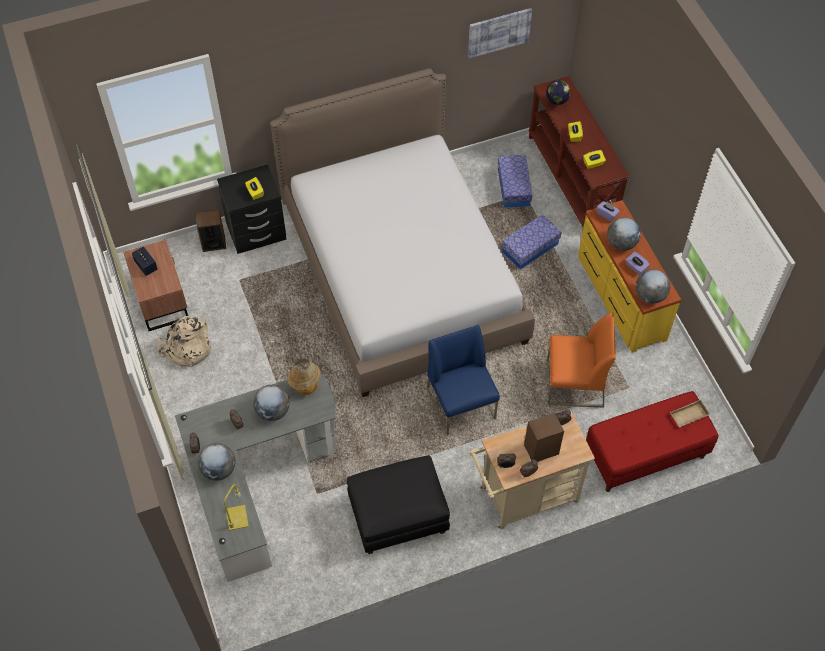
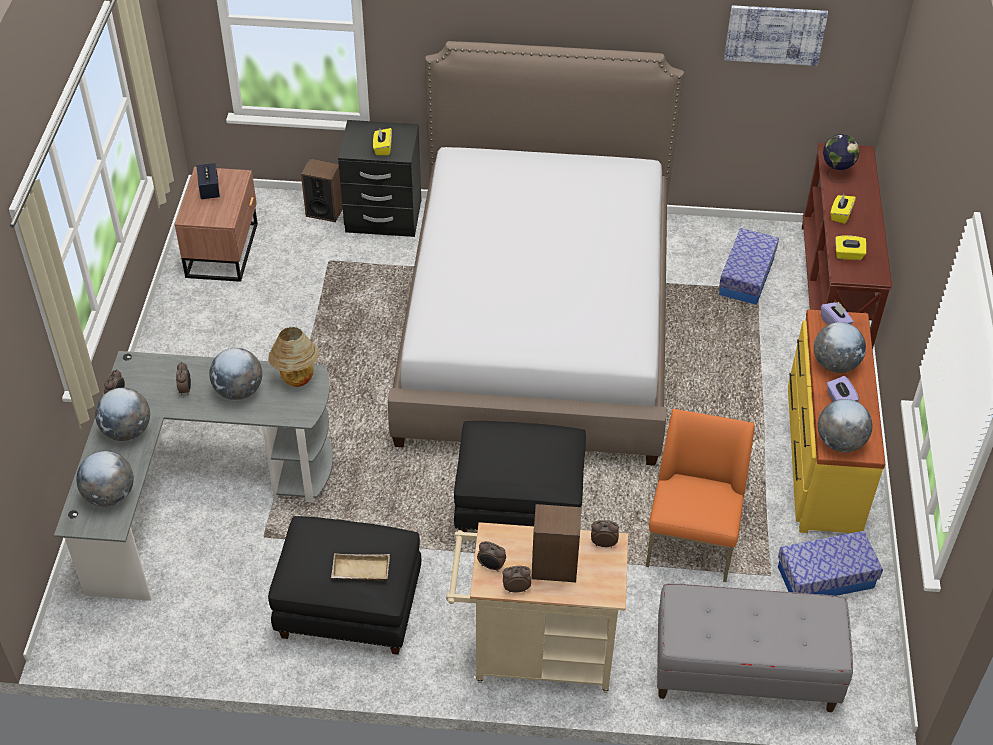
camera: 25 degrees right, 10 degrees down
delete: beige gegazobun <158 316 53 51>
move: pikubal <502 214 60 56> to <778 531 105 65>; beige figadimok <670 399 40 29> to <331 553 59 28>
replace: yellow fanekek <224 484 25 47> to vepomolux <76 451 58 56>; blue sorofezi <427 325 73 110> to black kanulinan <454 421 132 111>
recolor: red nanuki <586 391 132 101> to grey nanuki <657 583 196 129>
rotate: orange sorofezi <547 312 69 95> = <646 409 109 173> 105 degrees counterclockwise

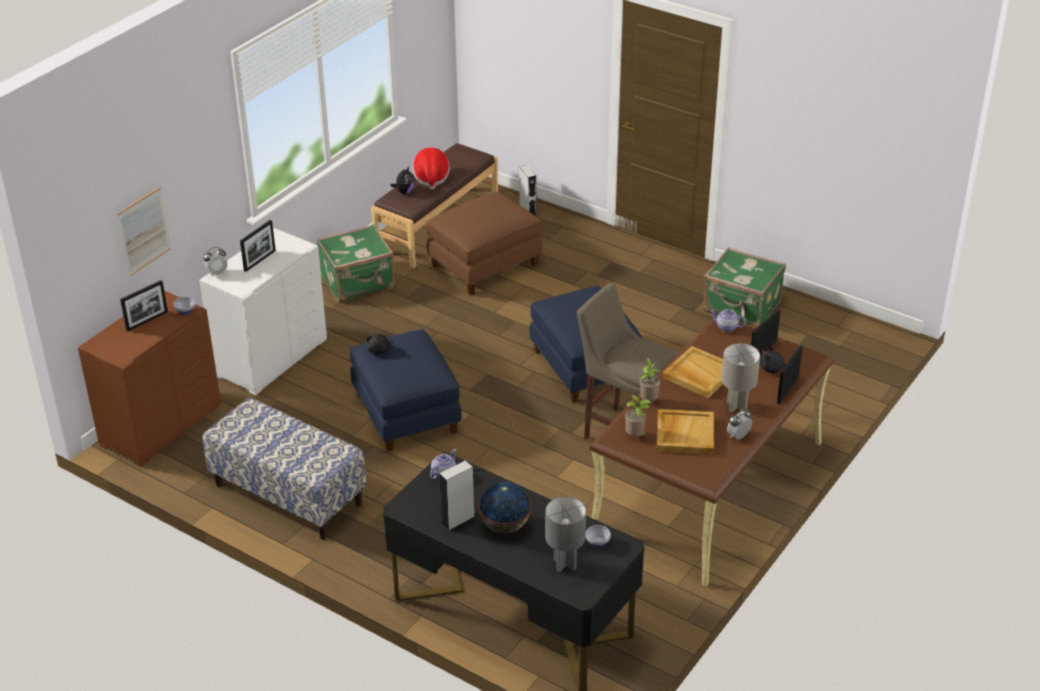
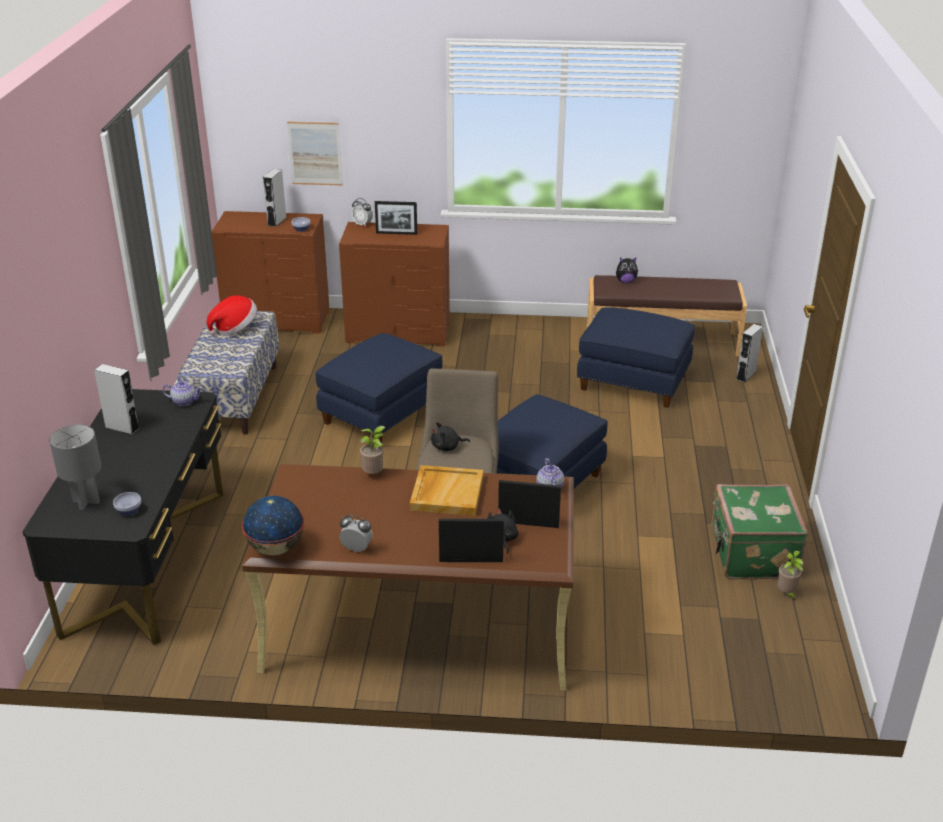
camera: 60 degrees right, 5 degrees down
delete: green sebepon <316 224 79 77>; beige figadimok <657 409 57 45>; grey fanekek <721 343 39 70>
move: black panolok <366 334 25 20> to <431 422 39 29>; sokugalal <413 148 37 42> to <207 295 50 41>; vepomolux <478 482 53 51> to <242 496 62 59>; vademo <625 396 26 41> to <777 551 26 49>
replace: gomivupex <120 280 48 51> to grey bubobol <263 169 24 58>
recolor: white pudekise <199 228 128 167> to brown pudekise <339 222 111 125>; brown kanulinan <427 191 116 104> to blue kanulinan <577 307 118 101>

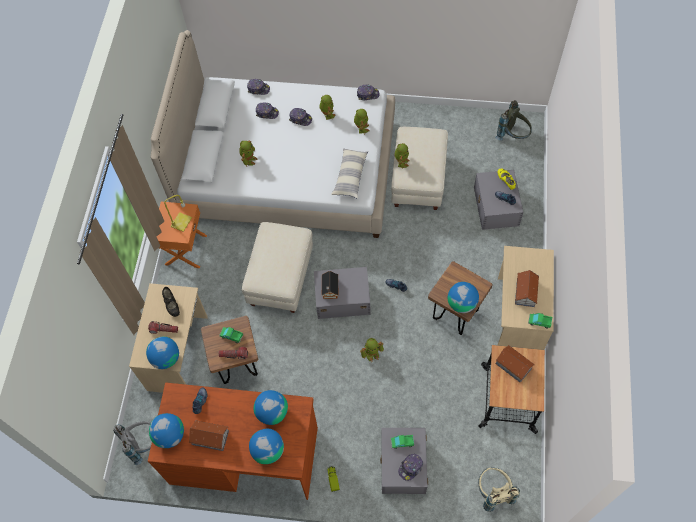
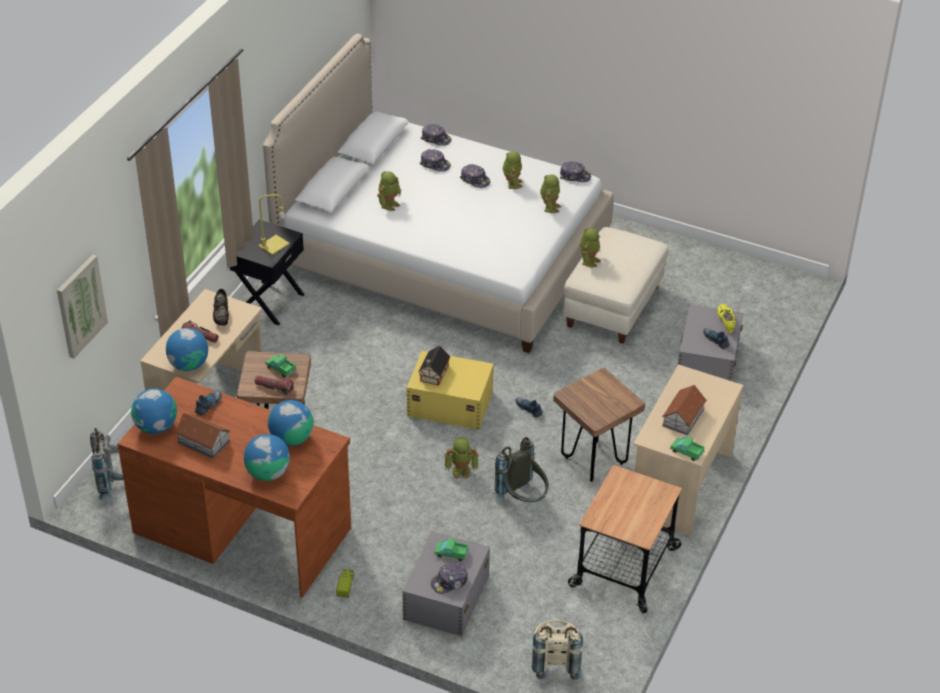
camera: 15 degrees right, 20 degrees down
delete: beige kanulinan <242 222 71 91>; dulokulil <331 148 37 51>; vepomolux <448 282 31 31>; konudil <496 345 39 38>
insert: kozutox <57 254 51 105>
move: grey gegazobun <495 100 37 41> to <493 437 56 65>
recolor: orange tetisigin <157 202 50 66> to black tetisigin <230 220 75 105>; grey pikubal <314 267 56 52> to yellow pikubal <407 351 86 79>

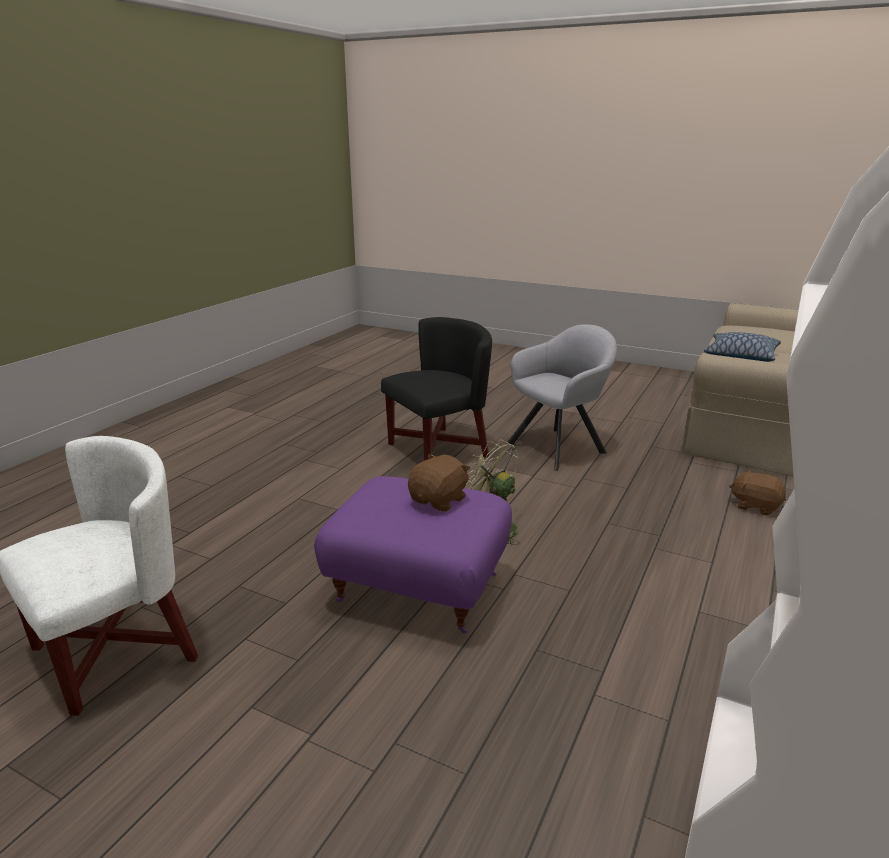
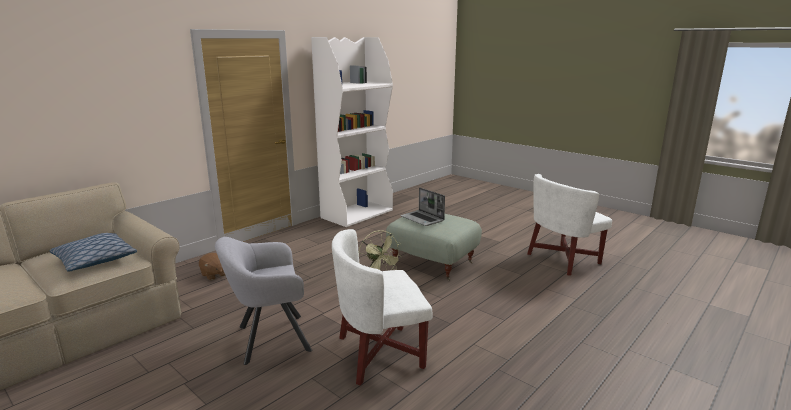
camera: 165 degrees left, 5 degrees down
replace: brown panolok <408 454 63 58> to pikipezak <400 188 45 38>
recolor: purple kanulinan <314 476 198 158> to grey kanulinan <386 210 96 71>; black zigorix <381 317 111 144> to white zigorix <332 229 101 157>

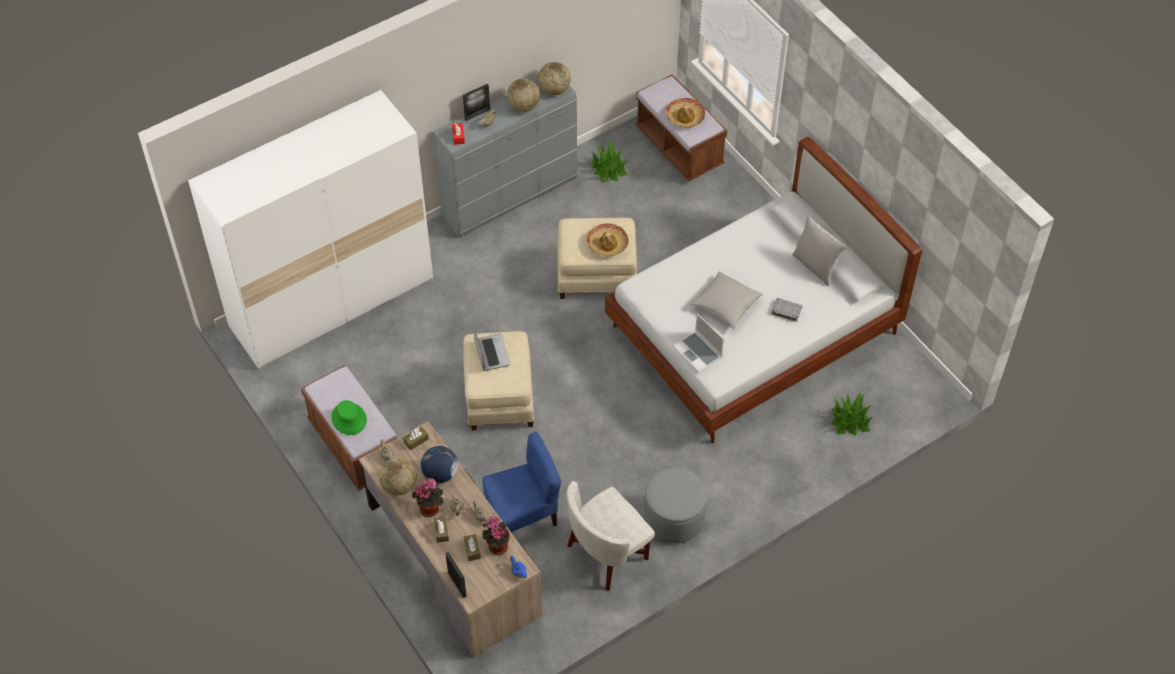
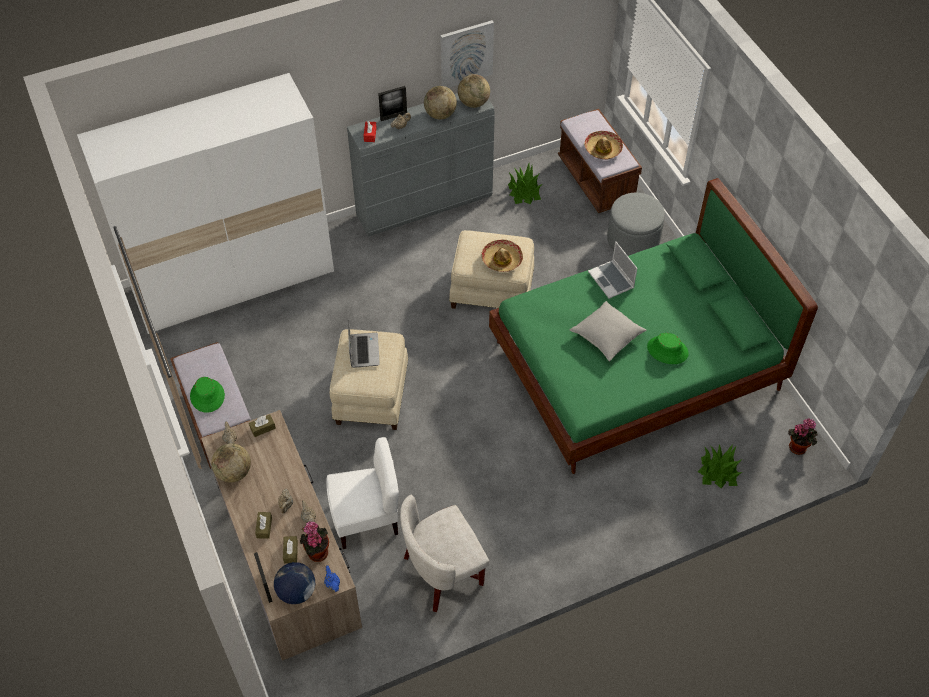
camera: 10 degrees right, 0 degrees up
delete: grey dulokulil <792 216 55 70>
insert: kozutox <440 20 54 68>
move: vademo <412 478 31 39> to <788 418 30 37>; vepomolux <421 446 37 37> to <274 562 41 42>; grey kanulinan <644 468 63 76> to <607 193 58 63>; pikipezak <673 313 51 60> to <588 241 49 58>
replace: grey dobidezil <771 298 32 24> to green sokugalal <647 333 42 31>
recolor: blue sorofezi <482 432 79 100> to white sorofezi <327 437 72 112>; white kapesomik <605 137 317 306> to green kapesomik <489 178 329 296>

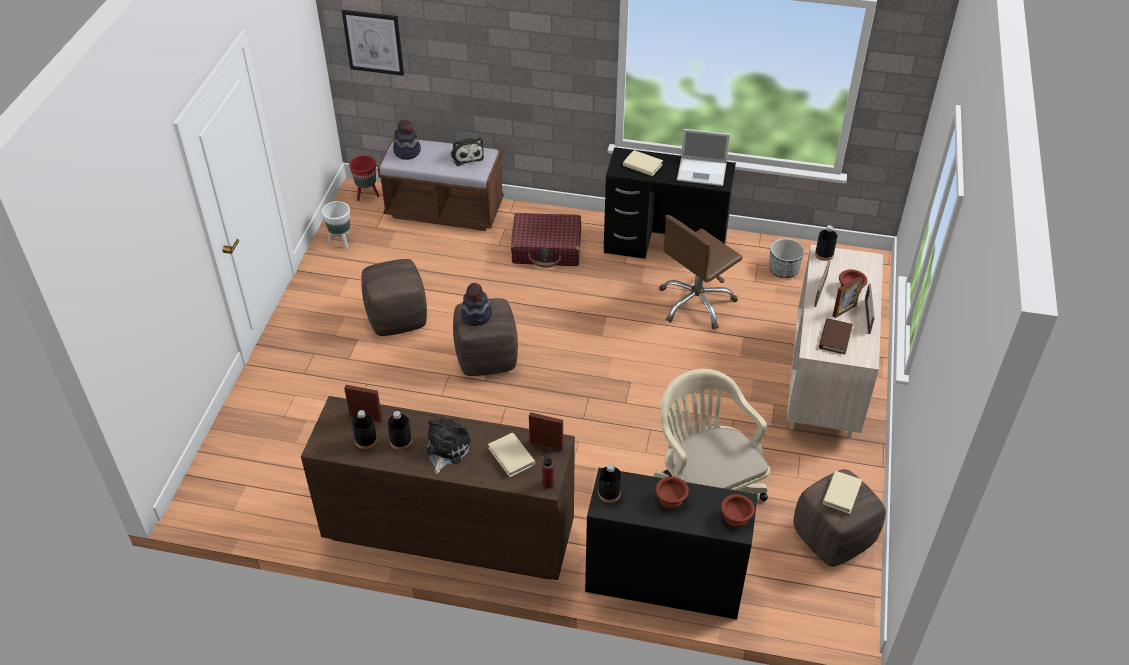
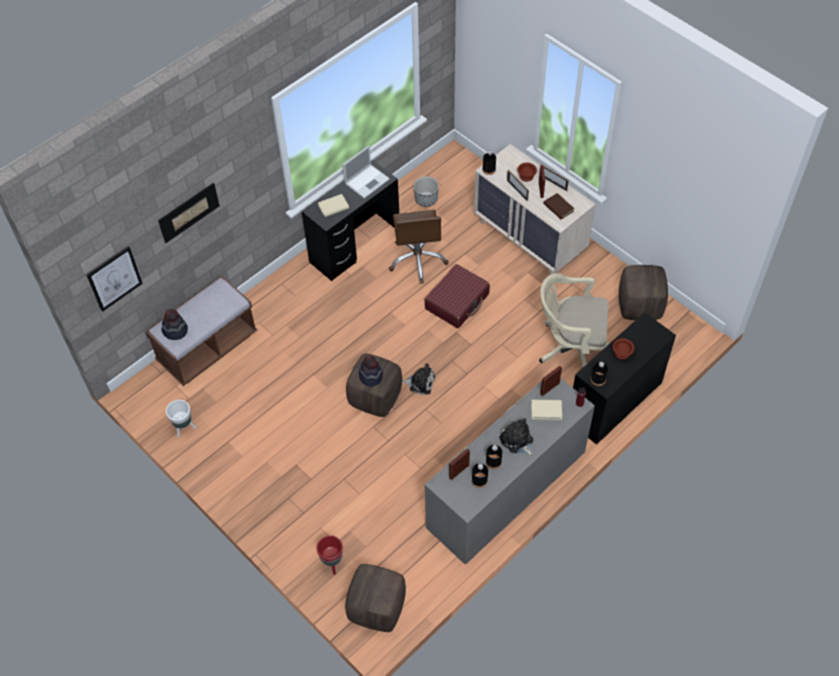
camera: 55 degrees left, 10 degrees up
delete: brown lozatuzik <721 494 34 34>; beige dobidezil <823 471 39 43>
insert: kozutox <158 183 62 60>
move: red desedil <349 156 31 45> to <317 535 26 40>; brown kanulinan <361 259 66 77> to <345 564 61 68>; panolok <450 137 34 29> to <402 363 33 32>; red sebepon <511 213 70 55> to <424 264 66 64>
recolor: brown pudekise <301 396 274 184> to grey pudekise <425 378 170 187>

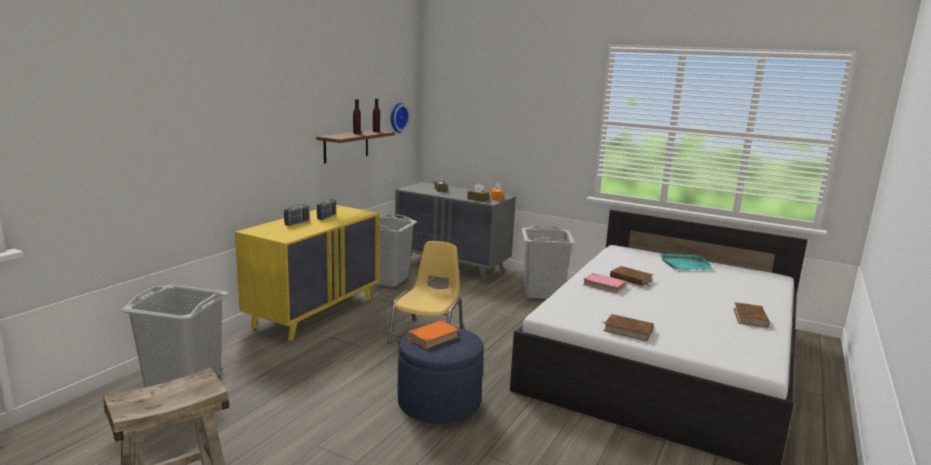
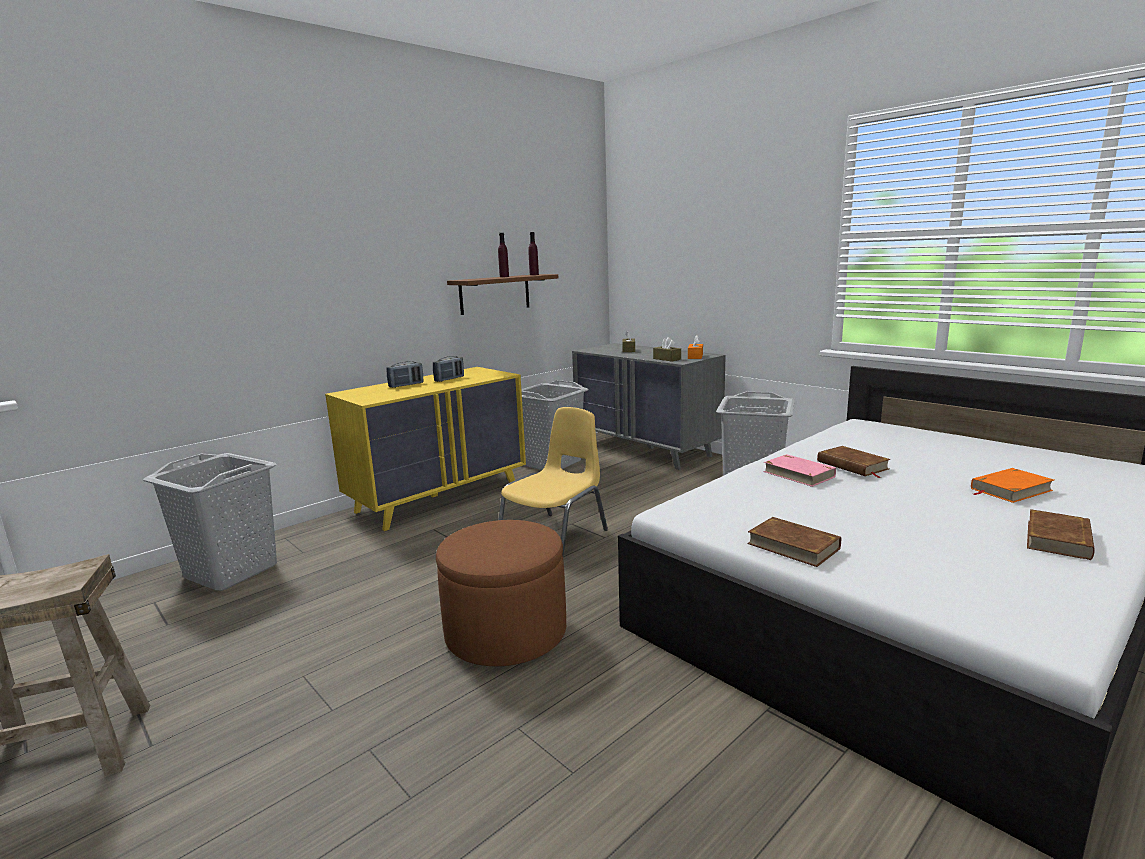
camera: 20 degrees right, 0 degrees up
delete: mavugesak <391 103 19 30>; turquoise figadimok <660 253 54 17>
move: orange dobidezil <407 321 52 28> to <971 468 83 35>
recolor: blue kanulinan <398 327 86 97> to brown kanulinan <436 520 130 146>

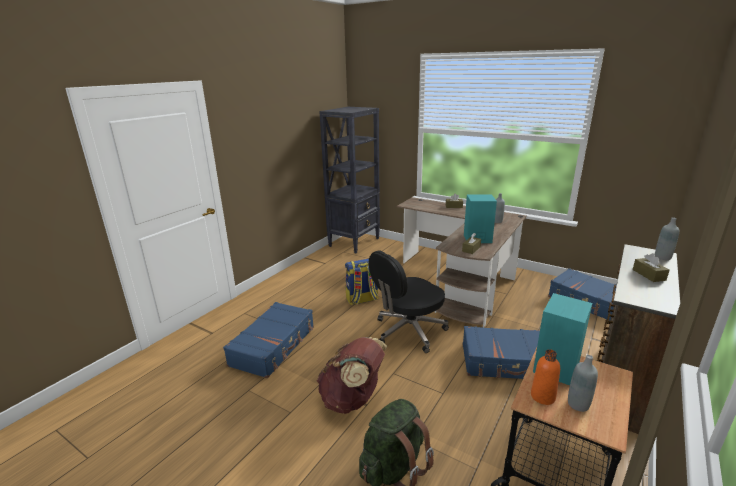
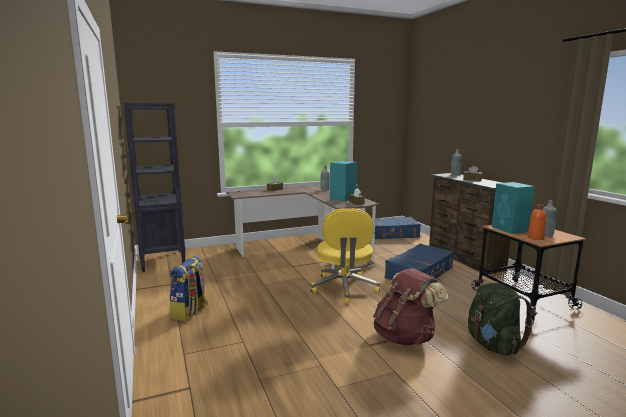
camera: 55 degrees left, 10 degrees down
delete: blue sebepon <223 302 91 76>
move: gegazobun <345 258 34 47> to <170 256 38 65>
recolor: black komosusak <369 250 80 103> to yellow komosusak <310 208 70 96>

